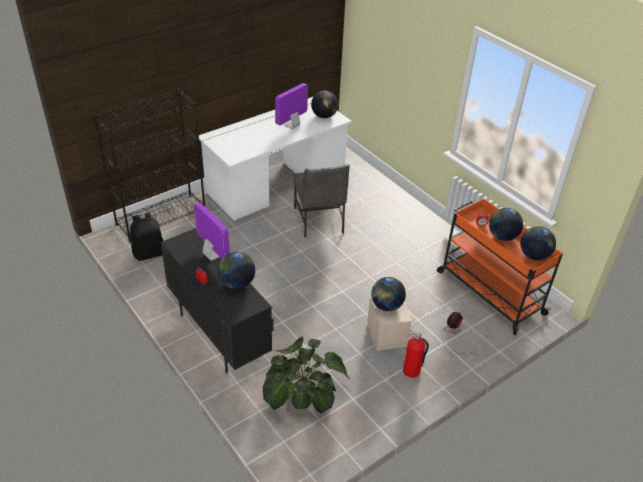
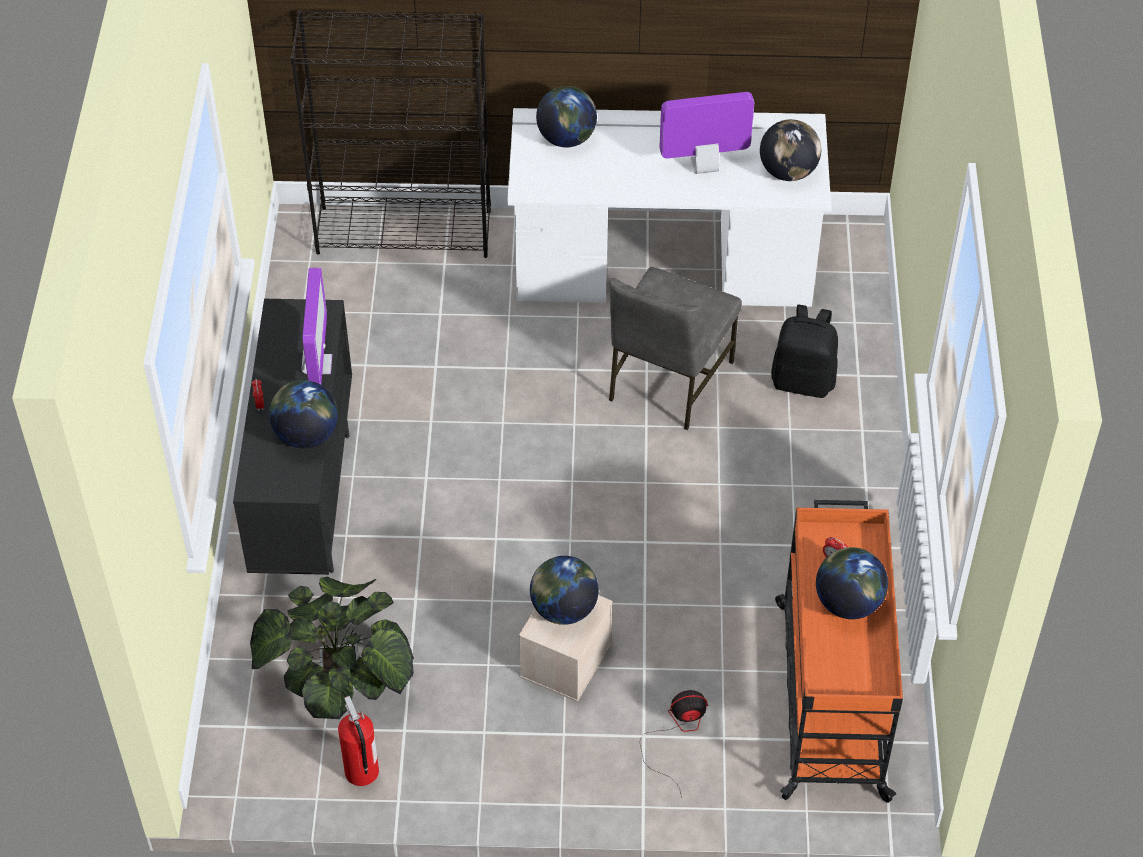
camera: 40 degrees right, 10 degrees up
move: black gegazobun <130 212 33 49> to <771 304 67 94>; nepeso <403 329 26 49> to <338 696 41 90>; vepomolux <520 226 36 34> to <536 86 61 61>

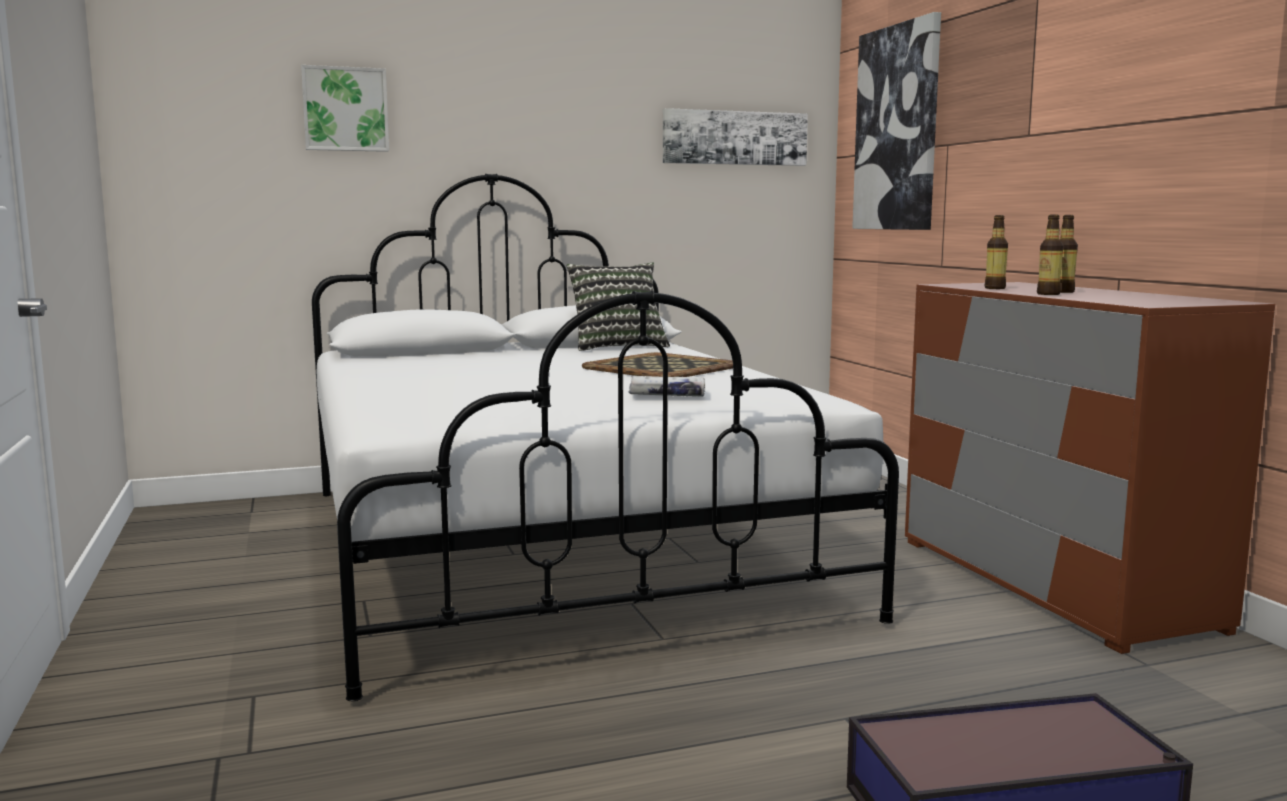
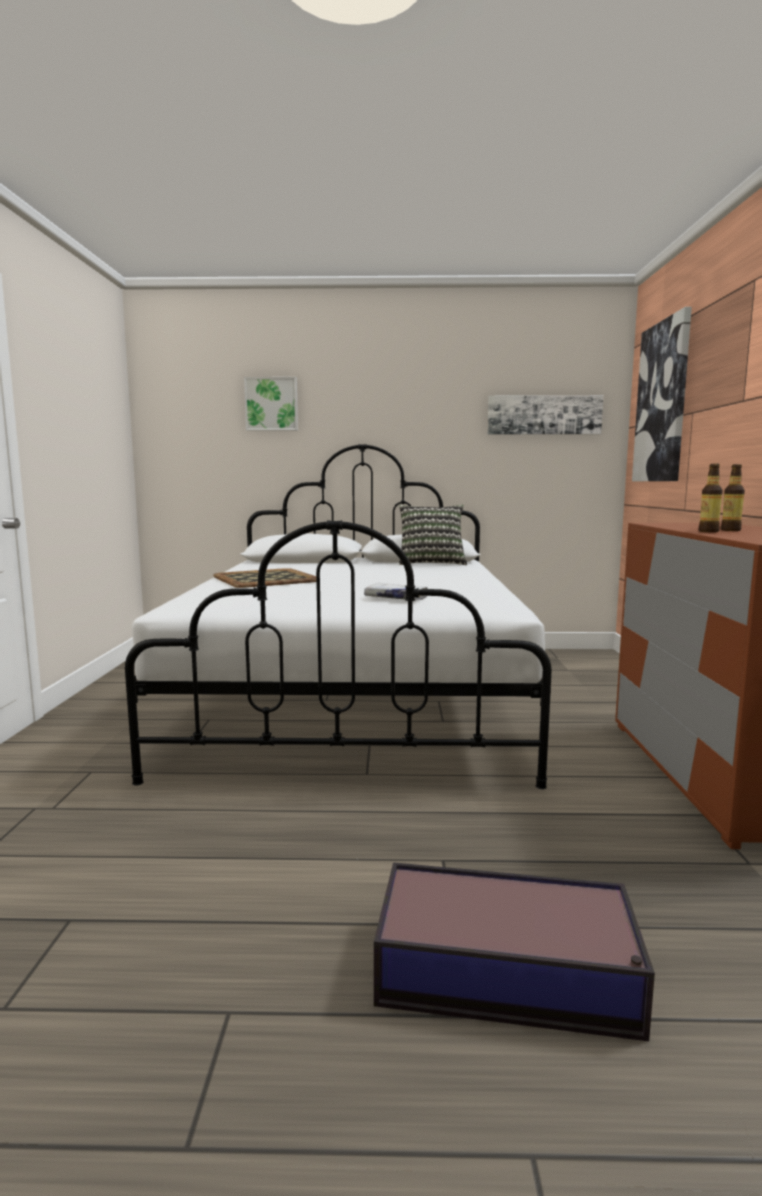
camera: 20 degrees right, 0 degrees up
delete: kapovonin <985 215 23 74>
move: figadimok <582 352 151 25> to <213 568 103 20>

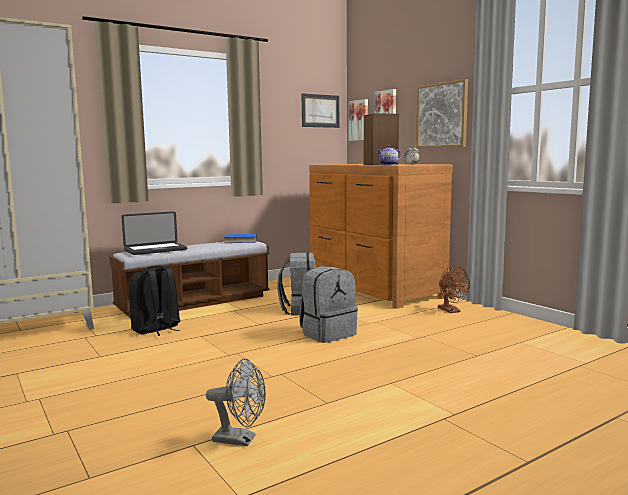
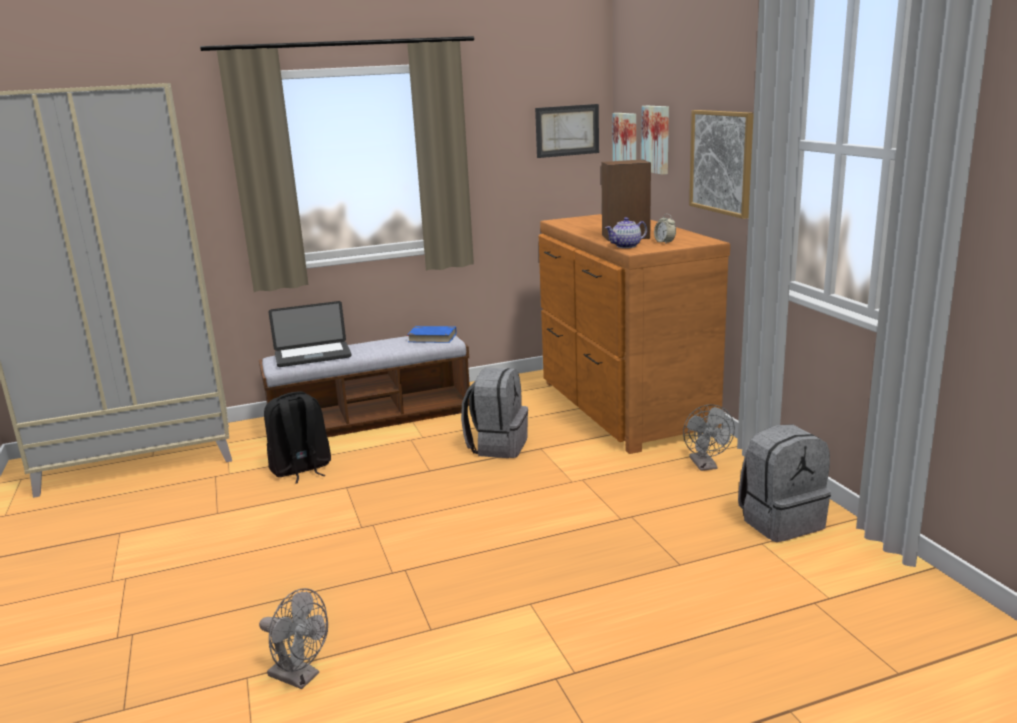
camera: 15 degrees right, 10 degrees up
move: grey gegazobun <299 266 59 77> to <738 424 93 118>
recolor: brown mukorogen <438 266 32 47> to grey mukorogen <683 404 52 67>

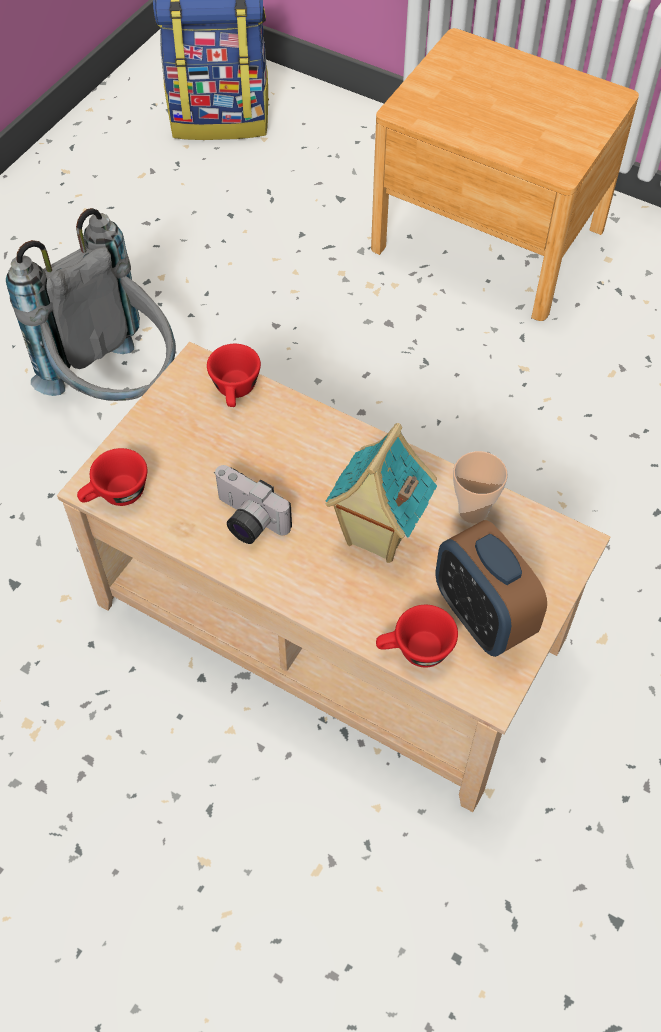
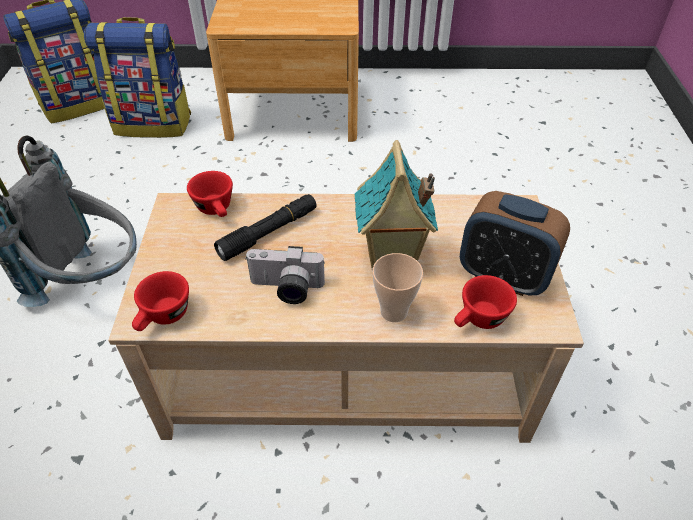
camera: 30 degrees left, 10 degrees down
insert: gegazobun <84 17 107 121>; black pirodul <214 194 102 67>
move: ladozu <453 451 55 72> to <373 253 50 69>

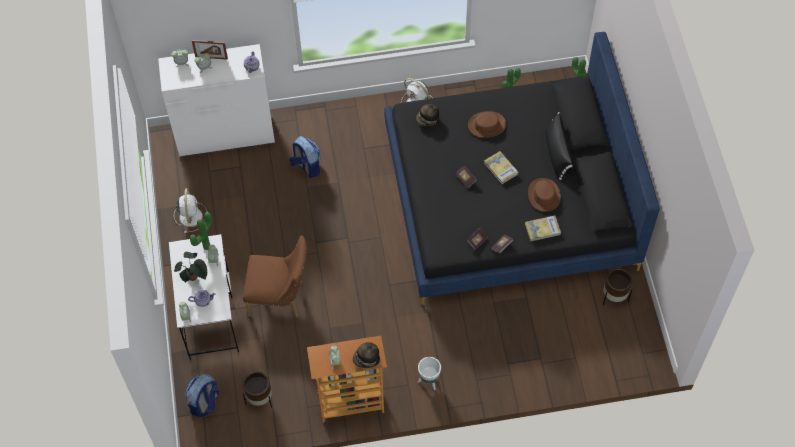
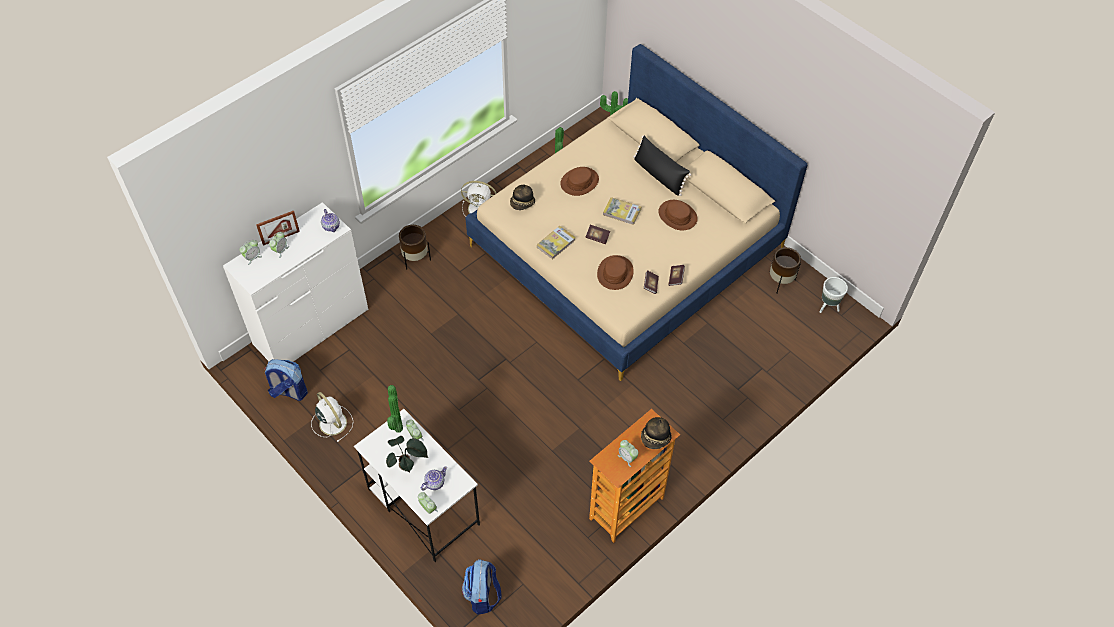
camera: 35 degrees left, 5 degrees down
delete: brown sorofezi <243 236 64 81>
insert: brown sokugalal <597 255 37 35>
move: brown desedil <243 371 29 37> to <399 225 32 45>; gegazobun <289 136 32 42> to <265 359 43 42>; white desedil <418 357 23 33> to <820 277 28 36>; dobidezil <525 216 36 25> to <537 226 39 34>
recolor: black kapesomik <384 32 276 273> to beige kapesomik <465 44 343 337>

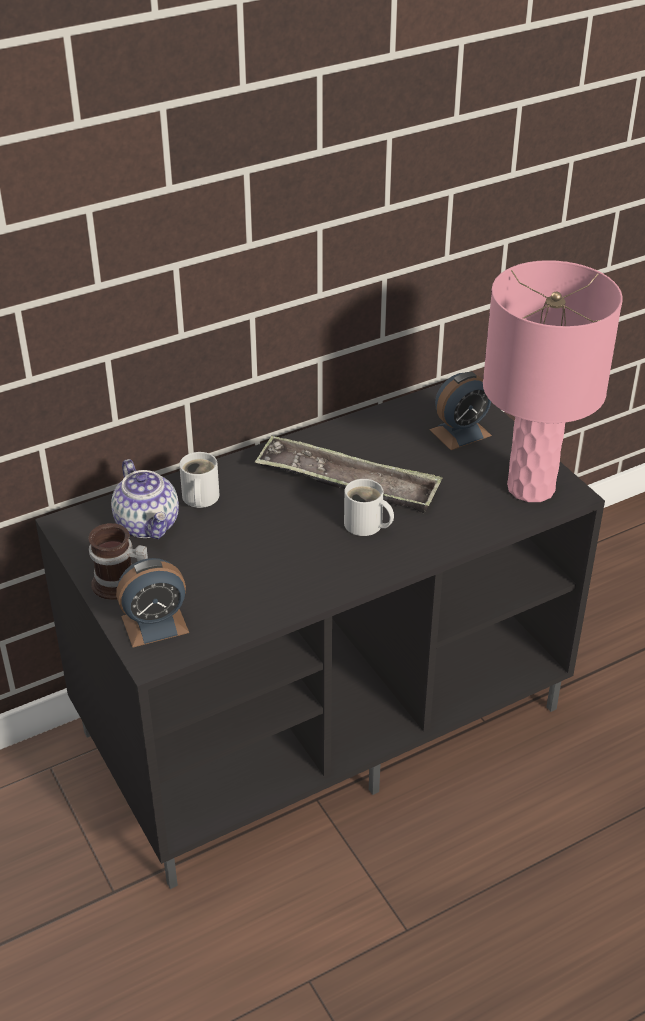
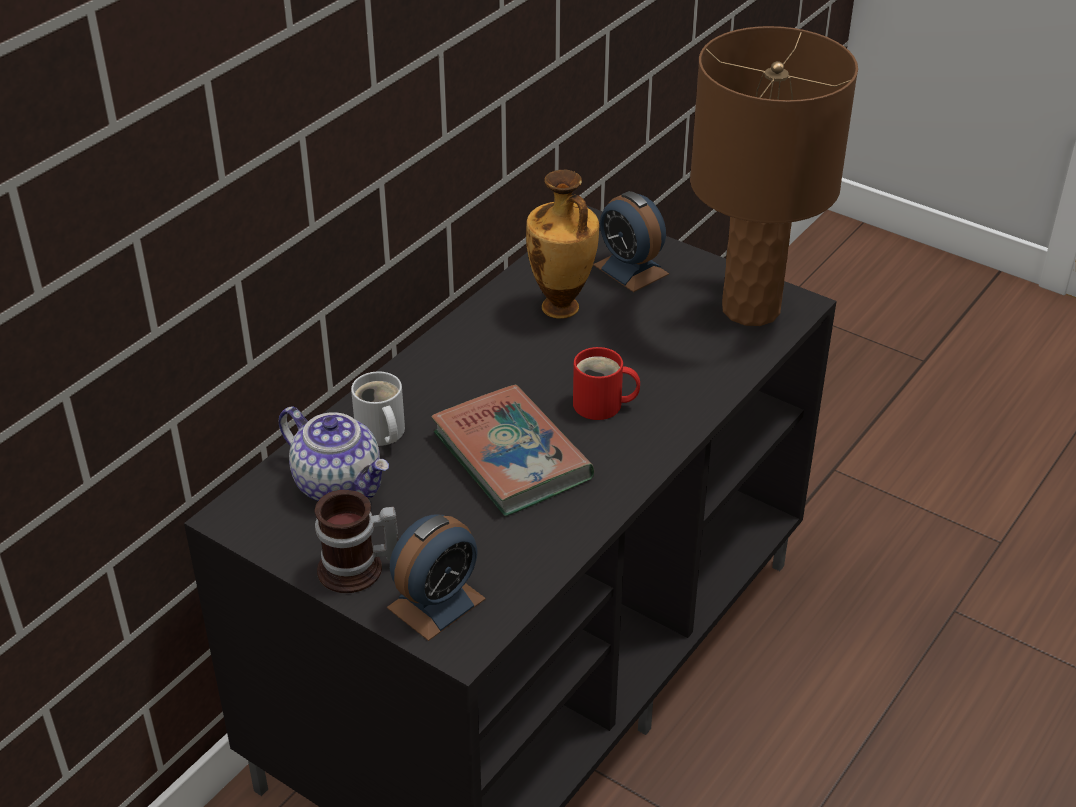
camera: 25 degrees left, 0 degrees up
delete: figadimok <255 435 187 78>
insert: dobidezil <431 385 163 131>; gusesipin <526 169 73 150>
recolor: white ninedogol <344 479 50 57> to red ninedogol <573 347 67 73>; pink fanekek <483 260 140 242> to brown fanekek <690 26 168 300>
rotate: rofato <430 372 62 78> = <593 191 76 101> 105 degrees clockwise

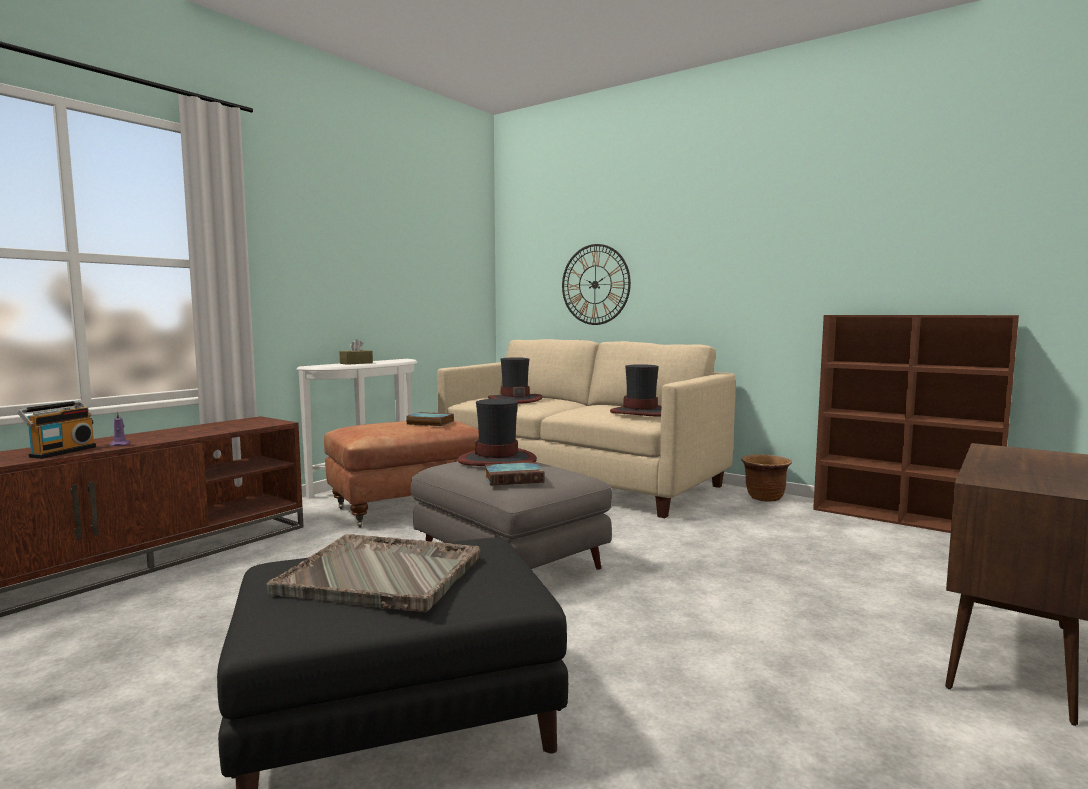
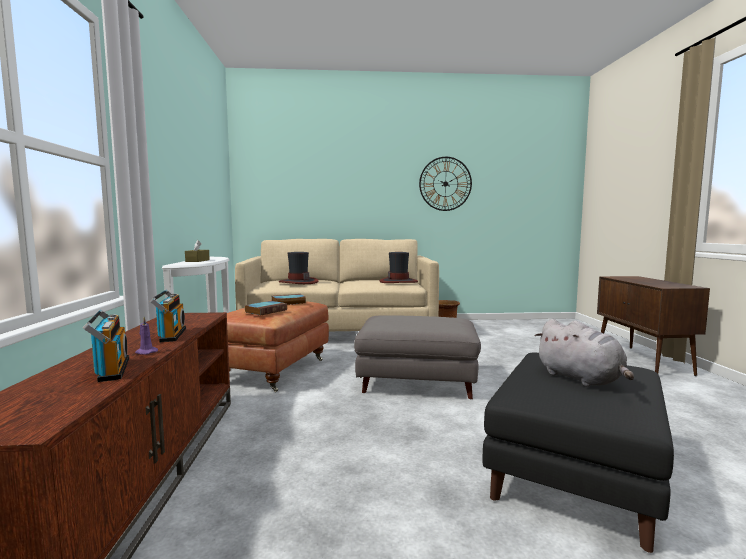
camera: 40 degrees left, 0 degrees up
delete: sokugalal <458 399 79 67>; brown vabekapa <813 315 206 218>
insert: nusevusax <150 290 36 52>
move: dobidezil <485 462 59 24> to <245 301 42 15>; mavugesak <562 244 69 81> to <419 157 53 54>
replace: grey figadimok <267 534 214 78> to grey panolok <534 319 100 68>

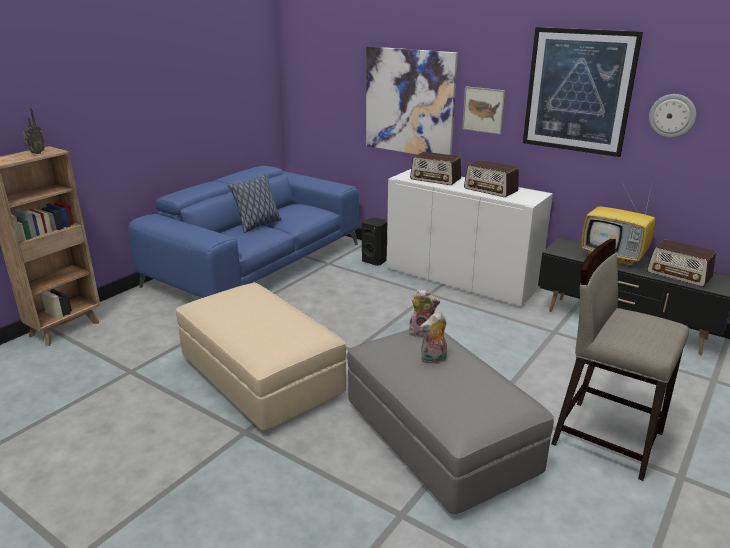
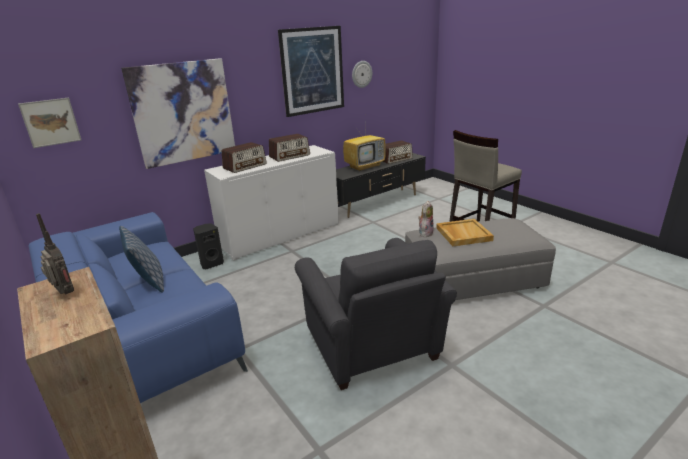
camera: 70 degrees left, 0 degrees up
move: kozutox <462 86 44 49> to <18 98 63 50>
replace: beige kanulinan <176 283 170 147> to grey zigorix <295 238 162 152>; panolok <419 312 28 52> to beige figadimok <436 219 58 27>

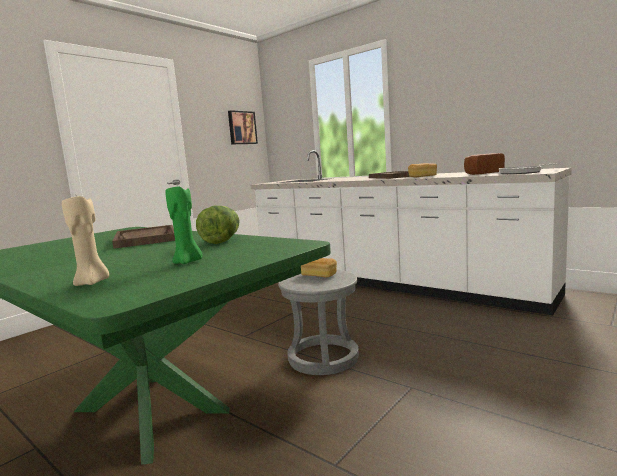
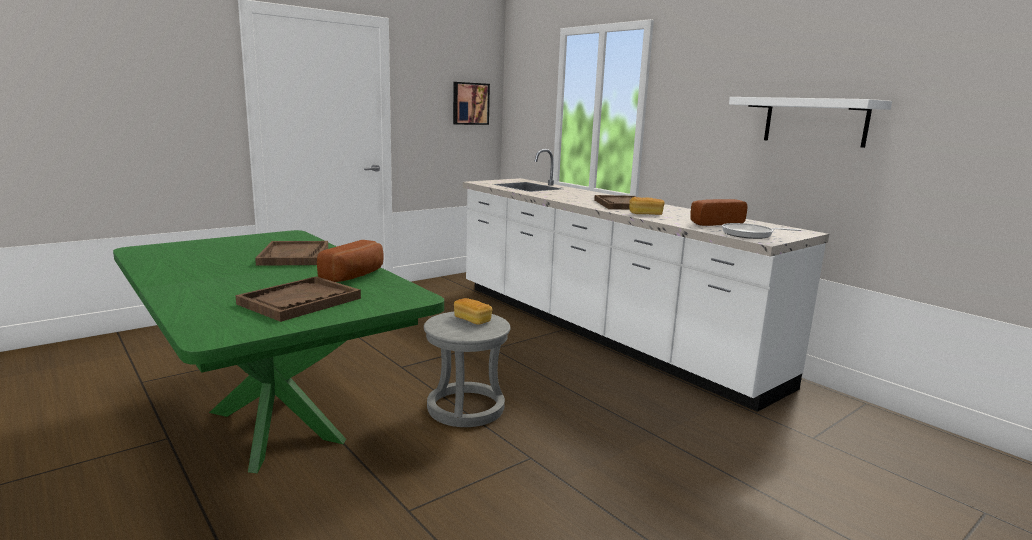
camera: 10 degrees right, 5 degrees up
delete: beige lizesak <62 196 47 90>
insert: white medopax <729 97 163 51>
replace: green lizesak <165 187 38 77> to brown figadimok <235 276 126 46>; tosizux <196 206 43 38> to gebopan <317 240 66 42>

